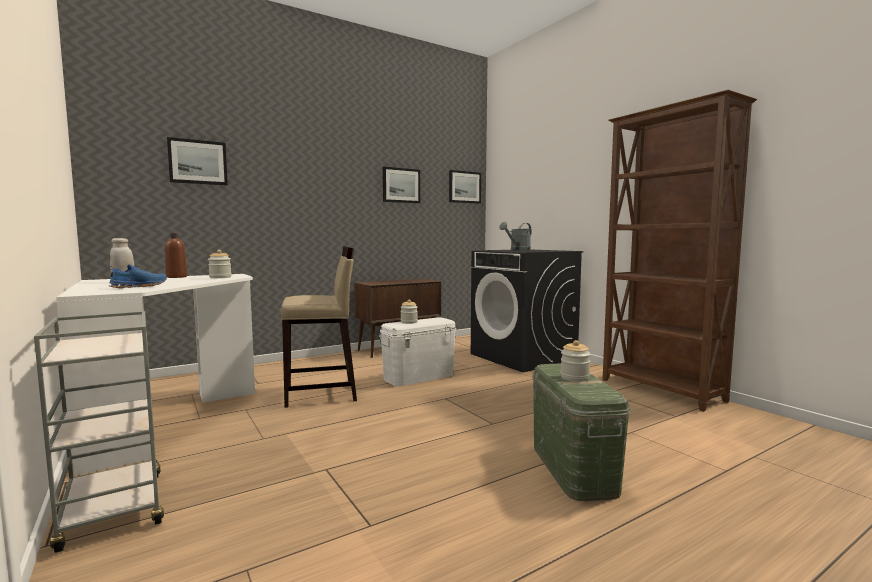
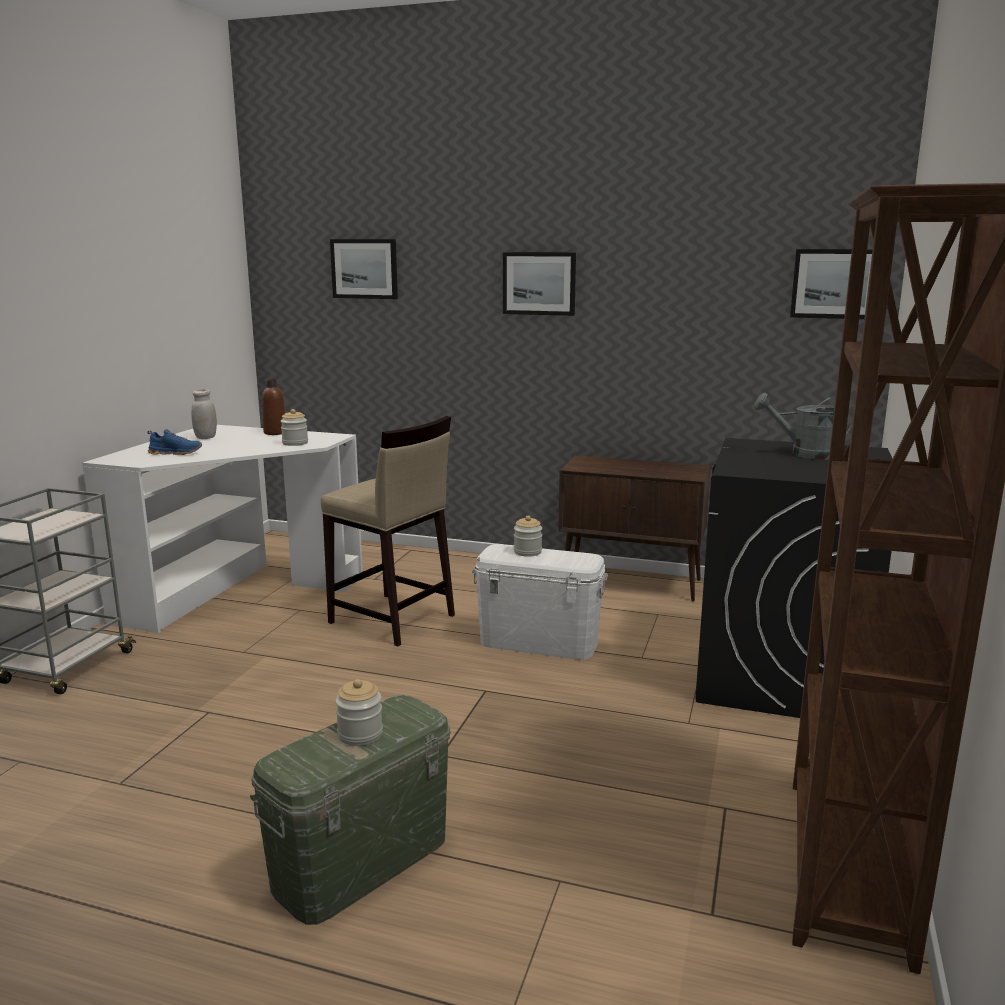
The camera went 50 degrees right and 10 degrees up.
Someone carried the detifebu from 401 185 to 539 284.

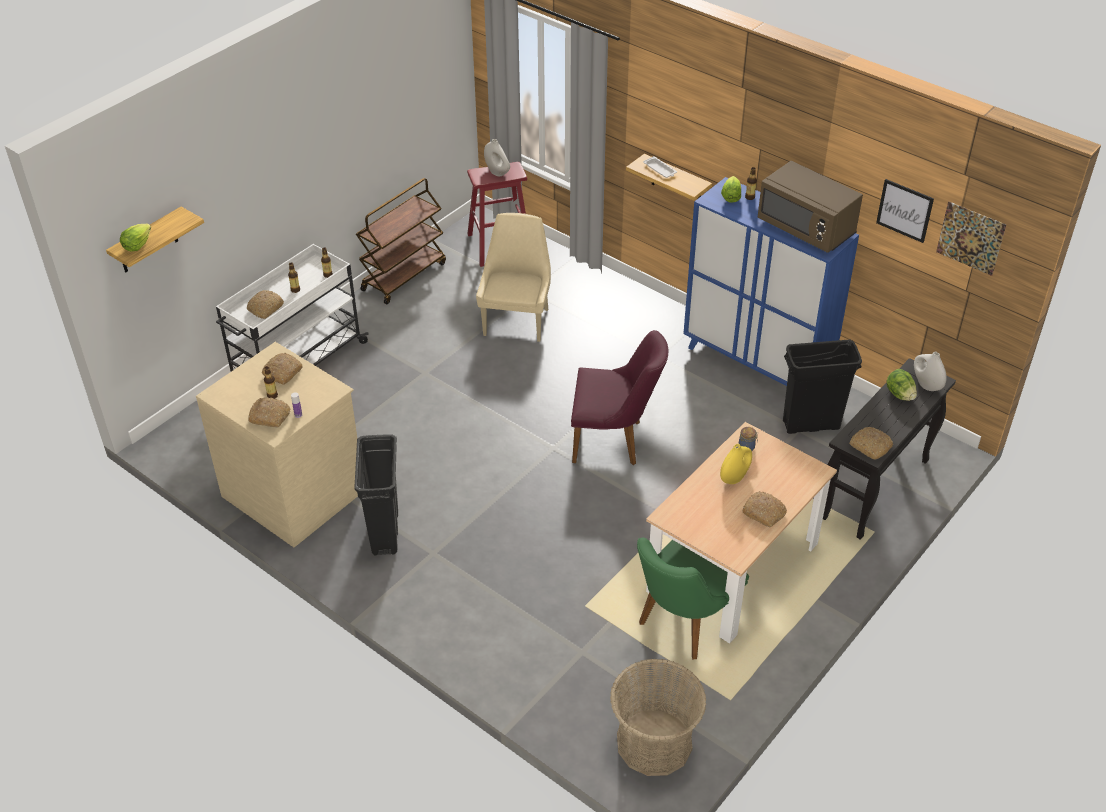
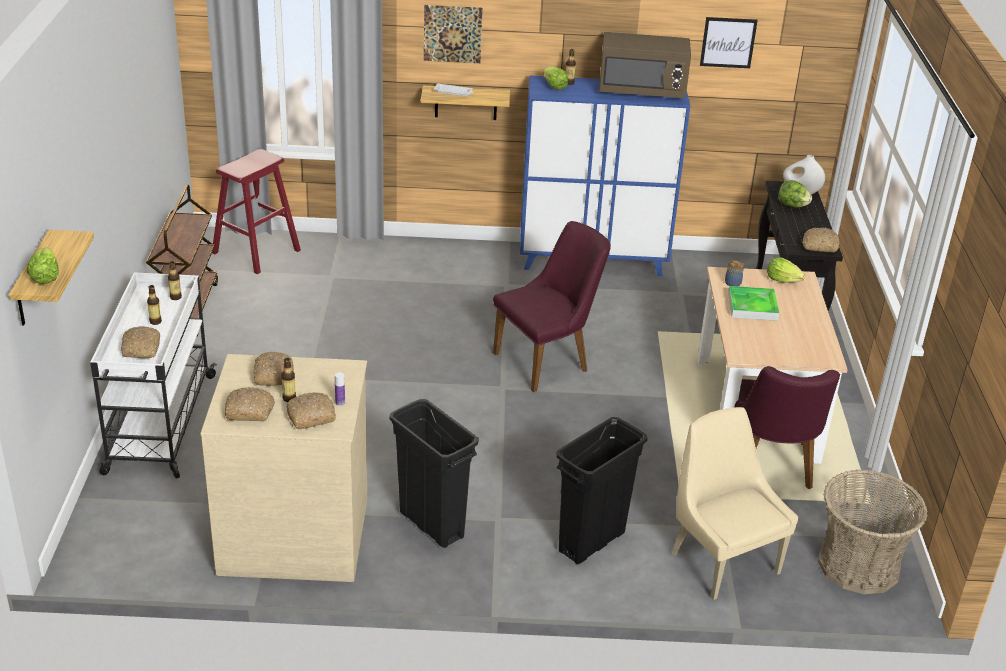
The camera went 40 degrees left and 10 degrees down.
Someone carried the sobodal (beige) from 513 277 to 735 503.
Someone took away the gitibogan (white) at 497 157.
Someone repainted the sobodal (green) at 693 599, which became the sobodal (purple) at 787 428.
Someone swapped the gitibogan (yellow) at 736 464 for the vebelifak at 753 303.
Someone carried the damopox from 764 509 to 250 404.
Someone carried the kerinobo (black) from 822 386 to 602 490.
Someone carried the detifebu from 971 239 to 453 34.
Someone put down the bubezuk at 786 270.

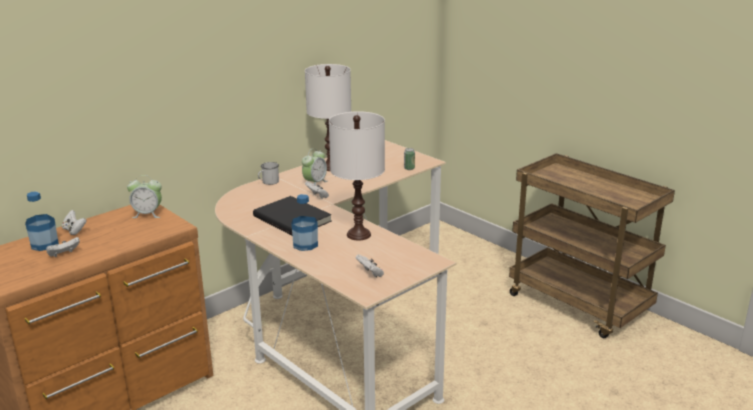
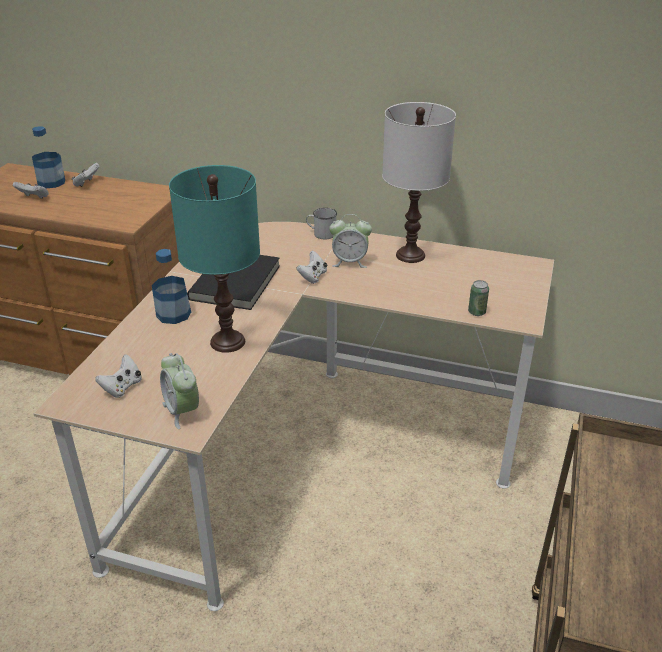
The camera went 60 degrees right and 10 degrees up.
Someone carried the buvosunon from 144 196 to 179 391.
Someone repainted the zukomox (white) at 357 175, which became the zukomox (turquoise) at 214 259.

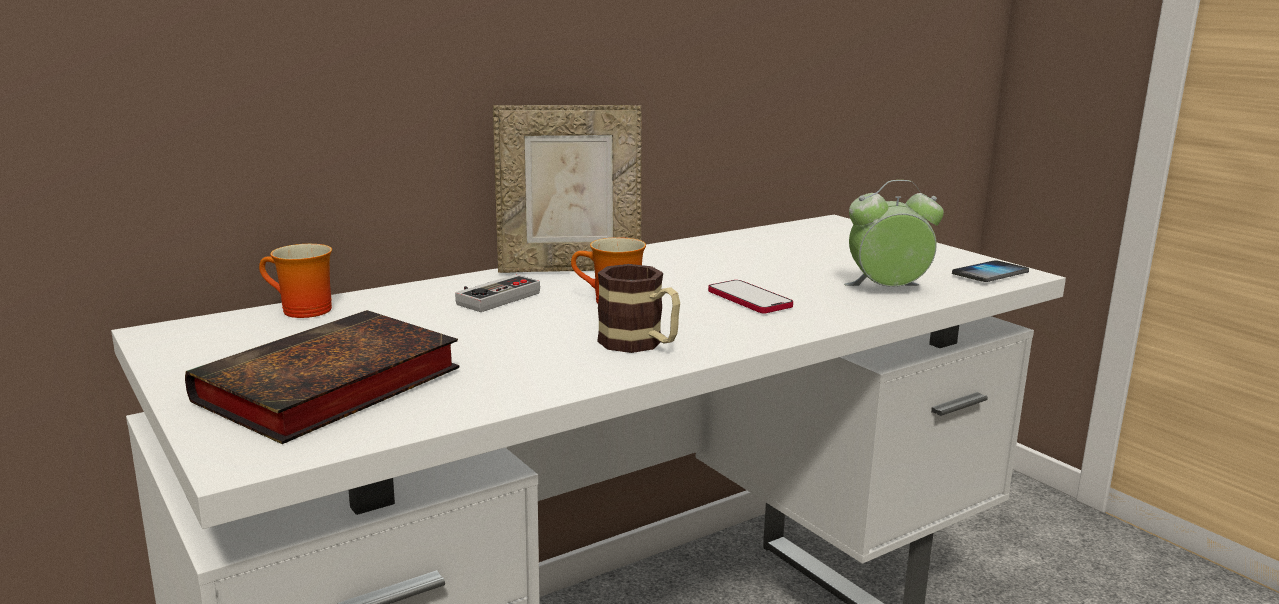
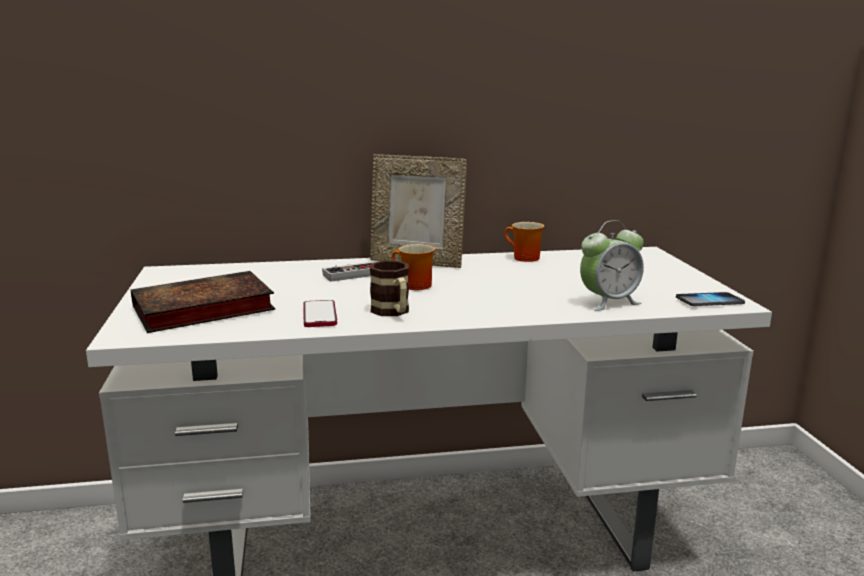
The camera went 25 degrees right and 0 degrees up.
Someone carried the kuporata from 295 281 to 524 242.
Someone carried the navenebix from 750 297 to 320 313.
Someone rotated the buvosunon at 894 233 by 135 degrees clockwise.

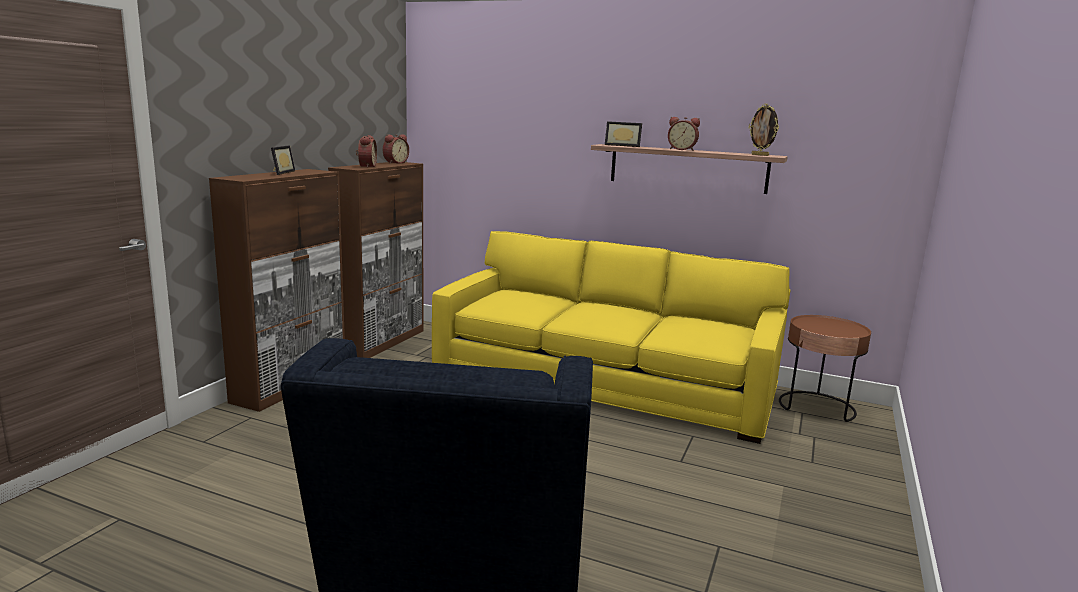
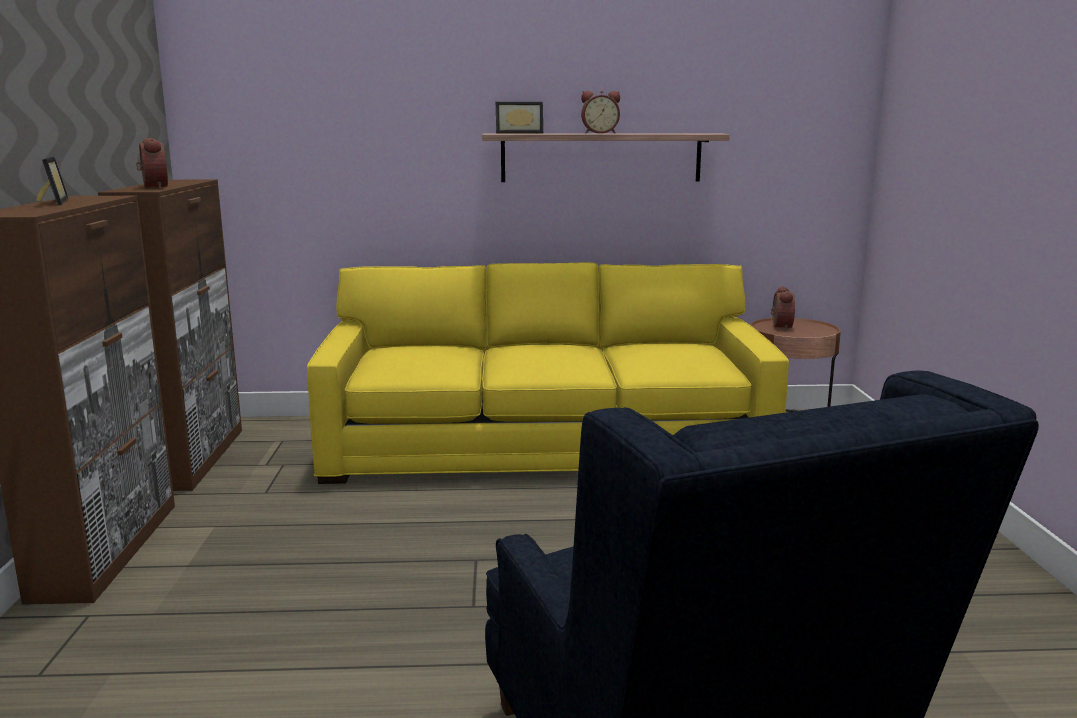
The camera went 25 degrees left and 0 degrees up.
Someone carried the buvosunon from 396 149 to 783 308.
Someone took away the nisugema at 764 129.

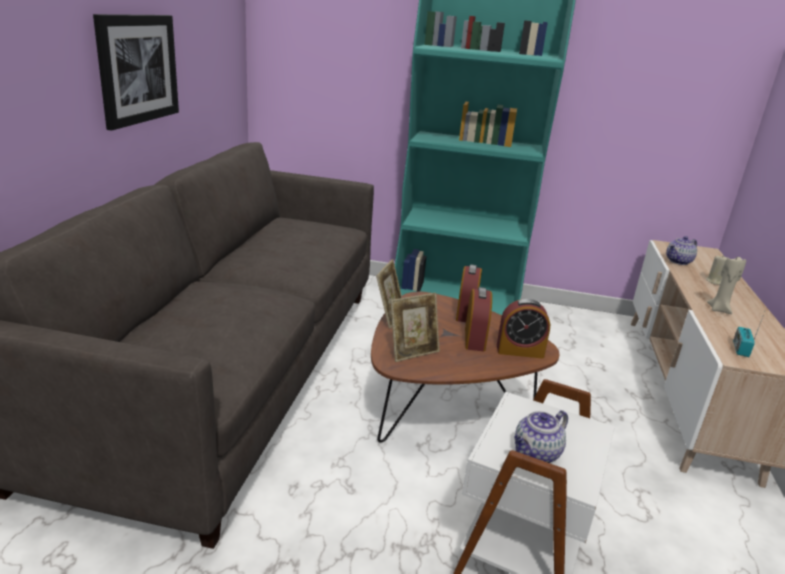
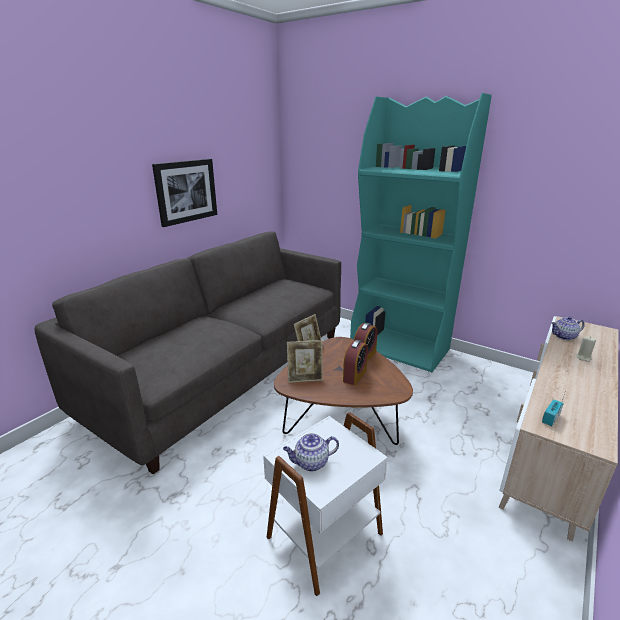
The camera went 25 degrees right and 0 degrees up.
Someone took away the buvosunon at 523 329.
Someone took away the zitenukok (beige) at 726 284.

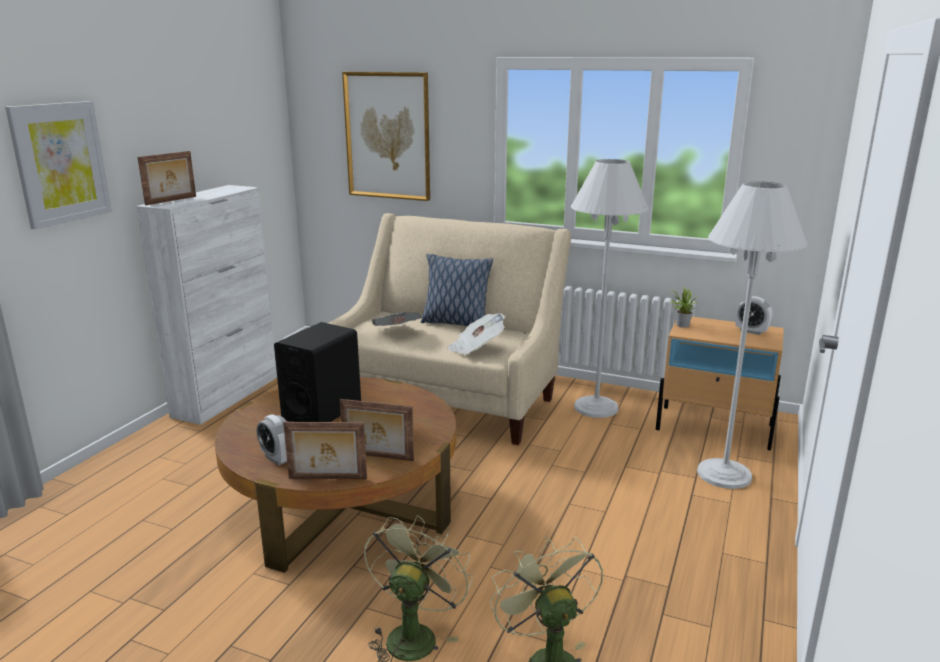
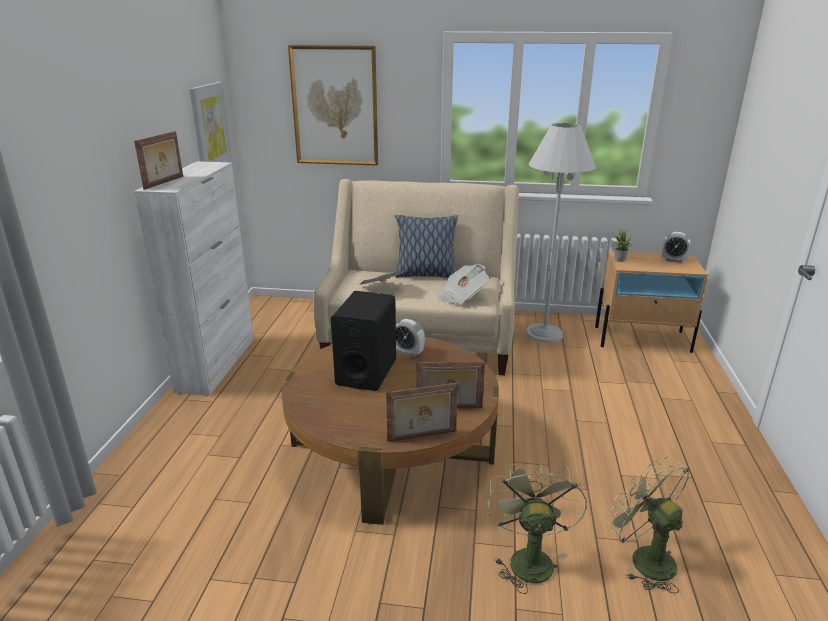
The camera went 15 degrees left and 5 degrees up.
Someone carried the detifebu from 58 165 to 211 122.
Someone carried the buvosunon from 271 440 to 410 338.
Someone took away the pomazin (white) at 752 335.

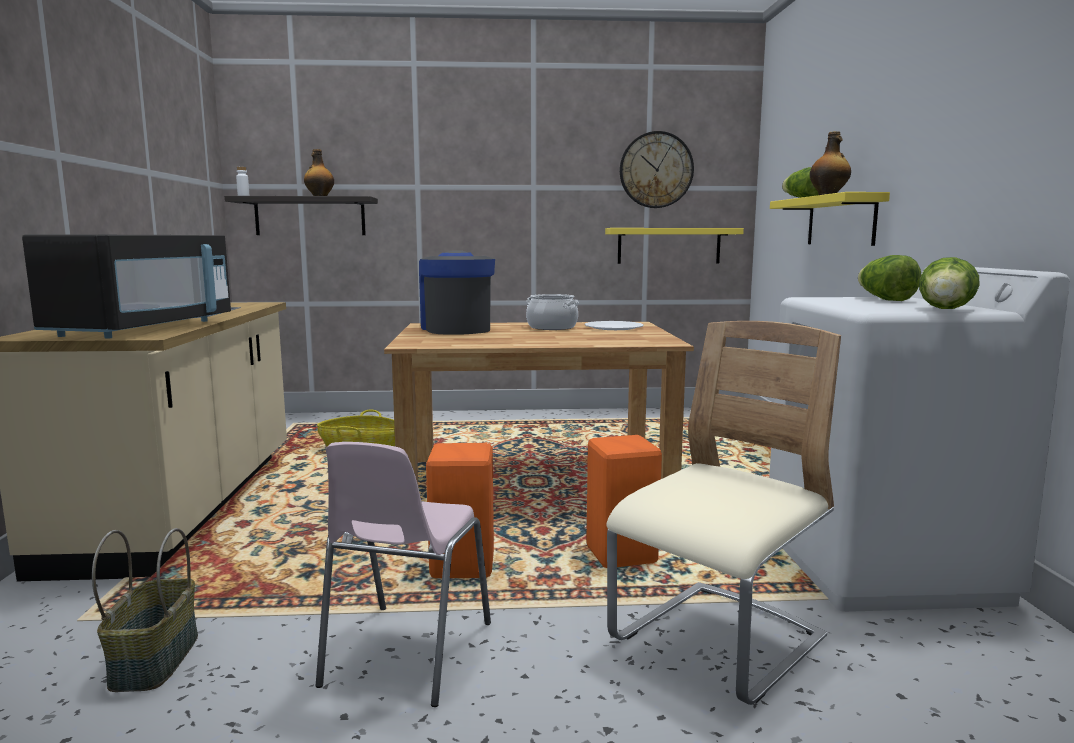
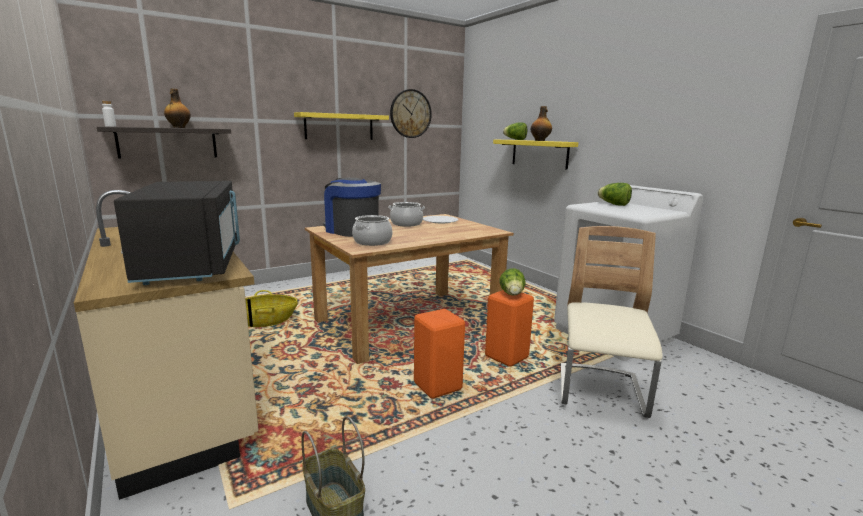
The camera went 30 degrees left and 5 degrees up.
Someone took away the sobodal (pink) at 403 574.
Someone carried the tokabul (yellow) from 674 246 to 341 126.
Someone carried the bubezuk from 949 283 to 512 282.
Someone put down the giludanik at 372 230.

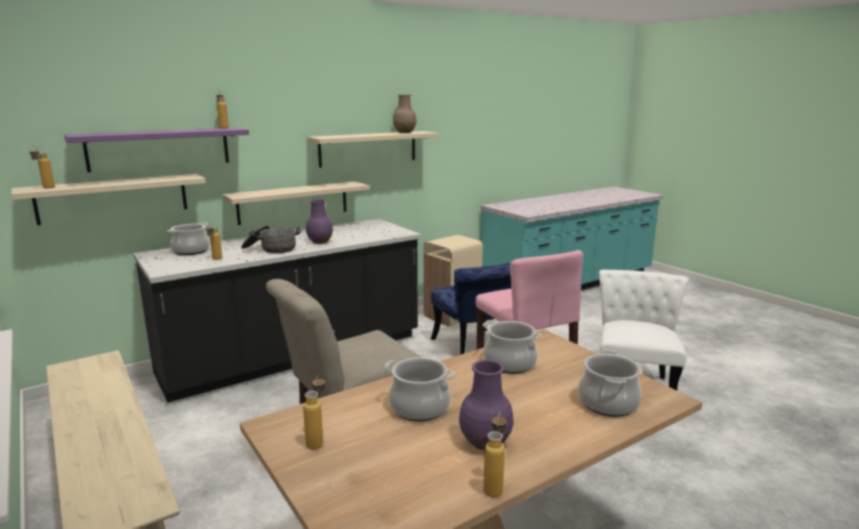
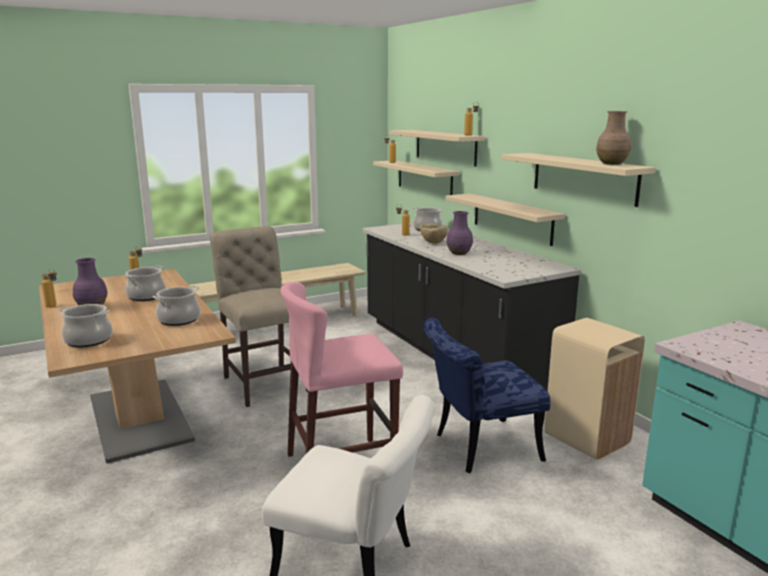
The camera went 95 degrees right and 0 degrees up.
Someone repainted the tokabul (purple) at 156 150, which became the tokabul (beige) at 437 148.
Someone swapped the giludanik at 271 239 for the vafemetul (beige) at 434 233.

